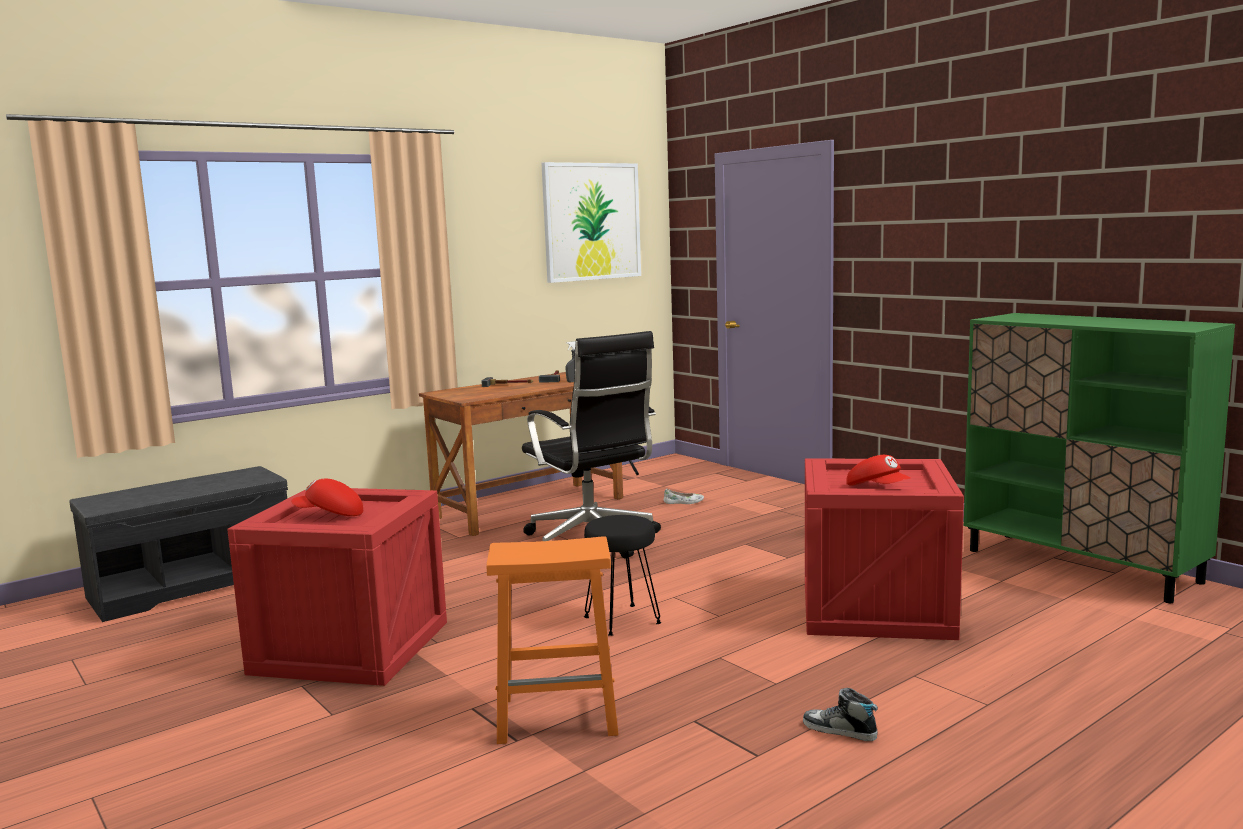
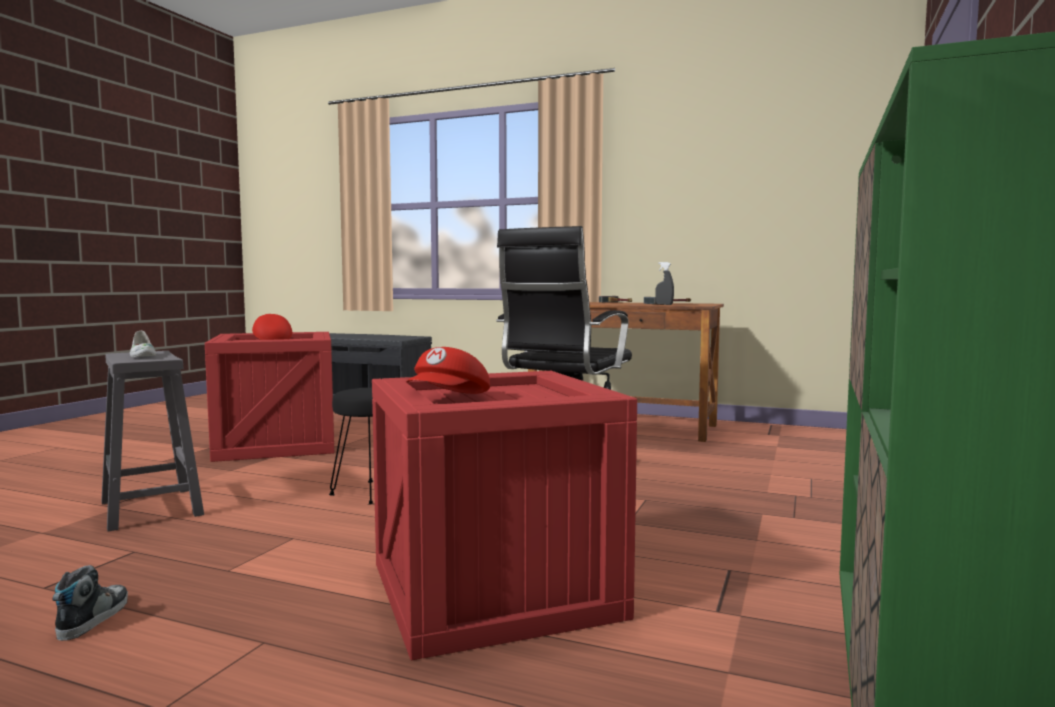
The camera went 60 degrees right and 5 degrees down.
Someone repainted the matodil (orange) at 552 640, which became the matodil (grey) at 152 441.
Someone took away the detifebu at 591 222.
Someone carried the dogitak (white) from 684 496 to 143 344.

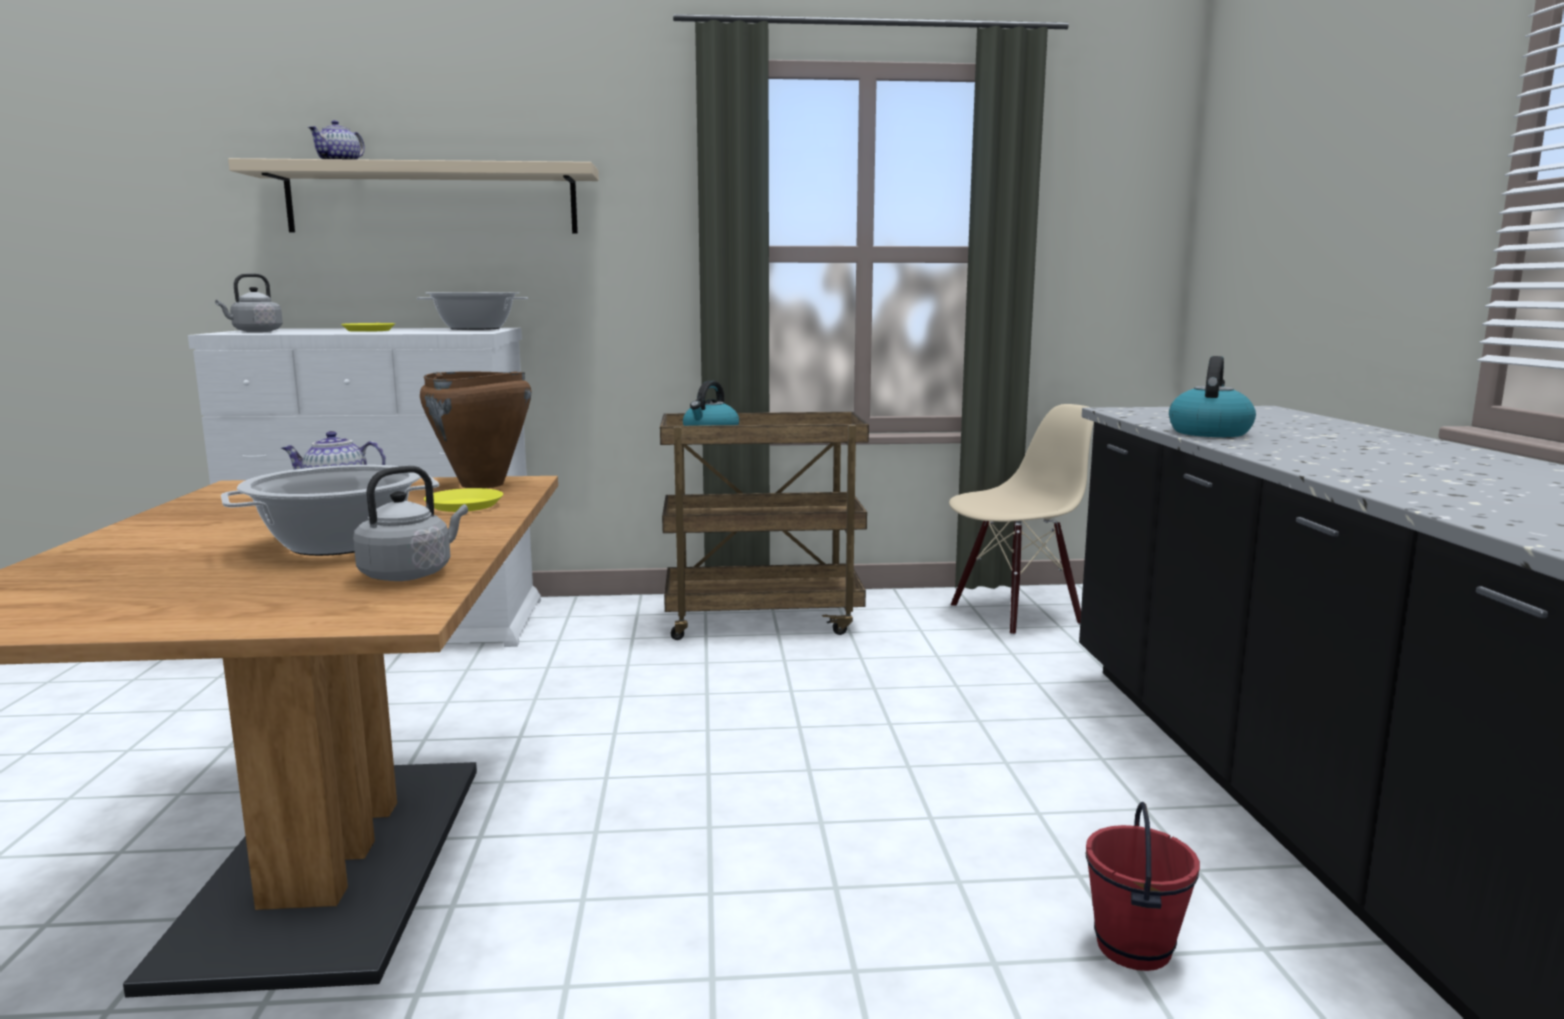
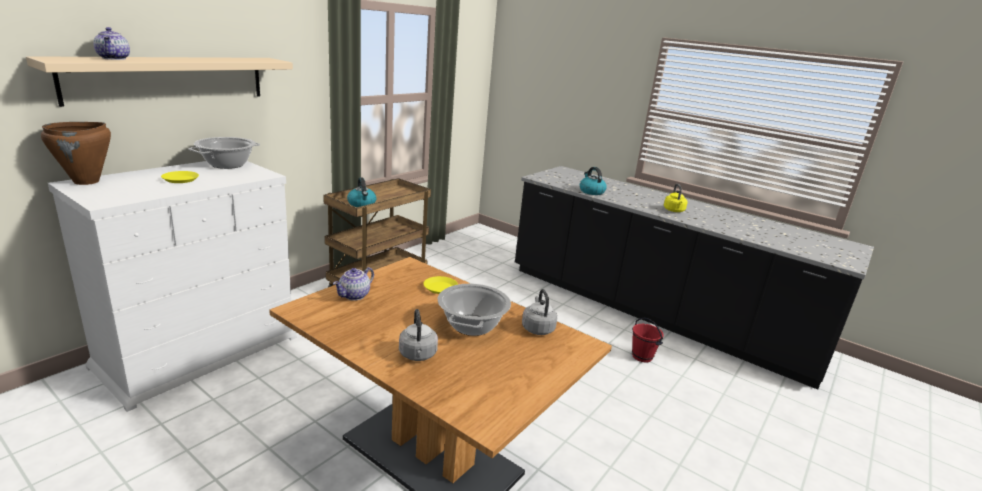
The camera went 50 degrees left and 10 degrees up.
Someone carried the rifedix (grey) from 249 302 to 418 335.
Someone carried the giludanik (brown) from 475 430 to 76 153.
Someone took away the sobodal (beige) at 1021 520.
Someone put down the rifedix (yellow) at 676 198.

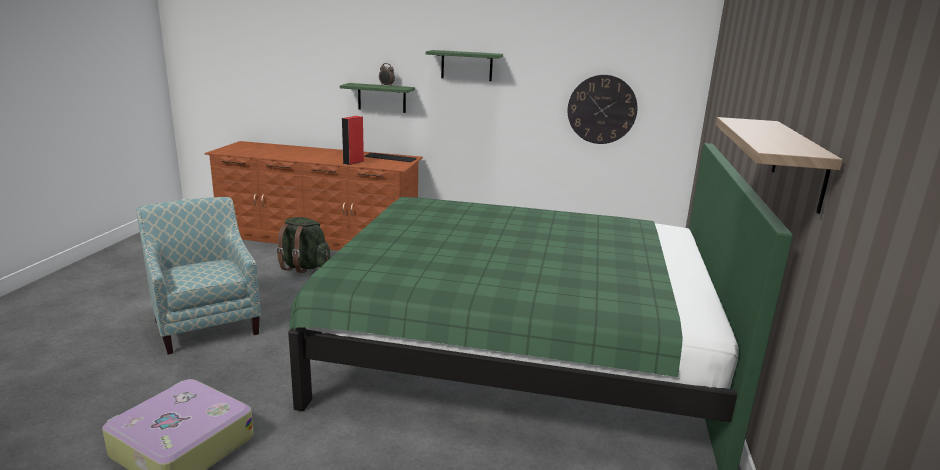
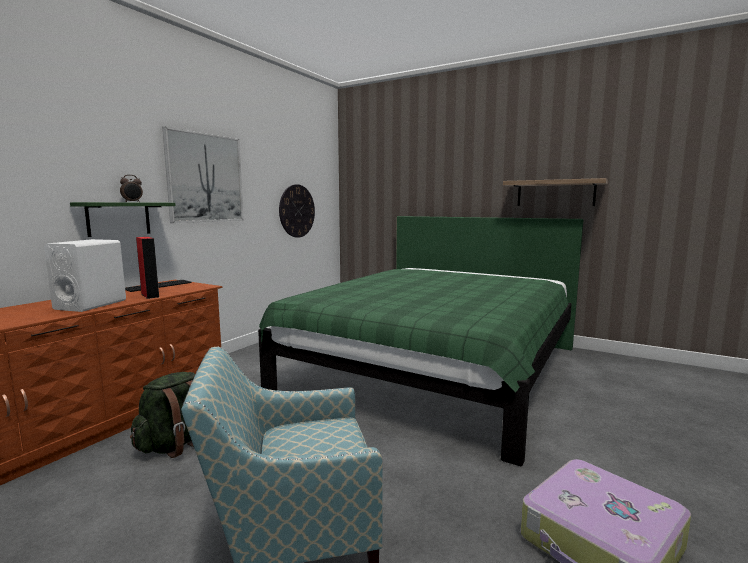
The camera went 70 degrees left and 10 degrees down.
Someone swapped the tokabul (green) at 464 65 for the detifebu at 203 174.
Someone put down the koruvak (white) at 85 275.

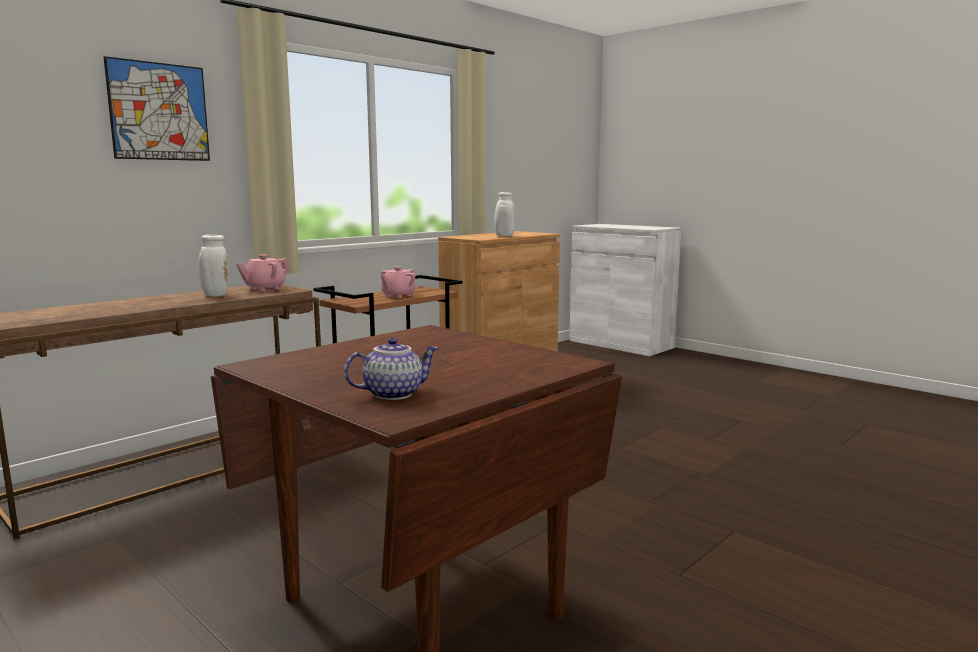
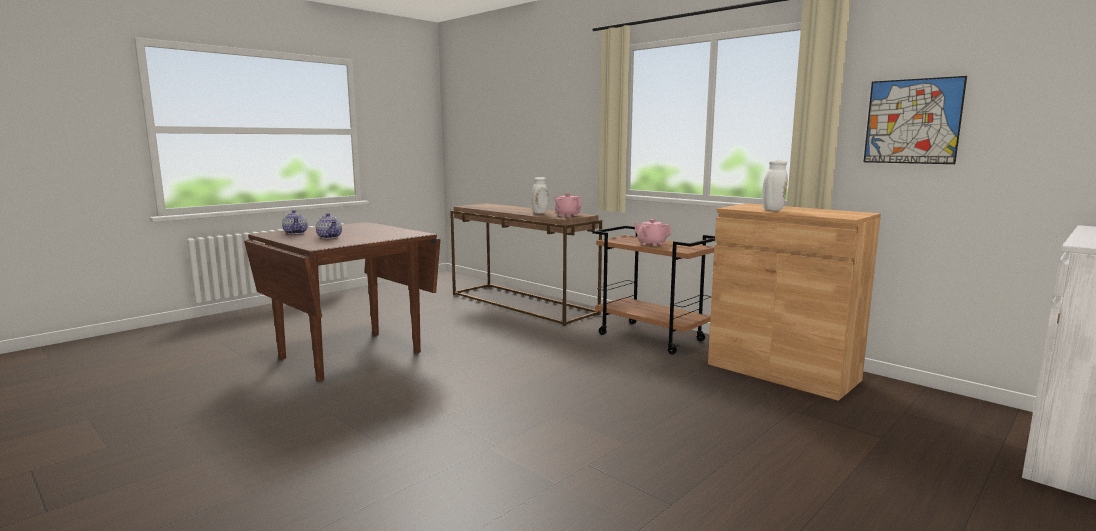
The camera went 90 degrees right and 0 degrees up.
Someone carried the detifebu from 157 108 to 915 120.
Someone put down the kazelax at 329 226.

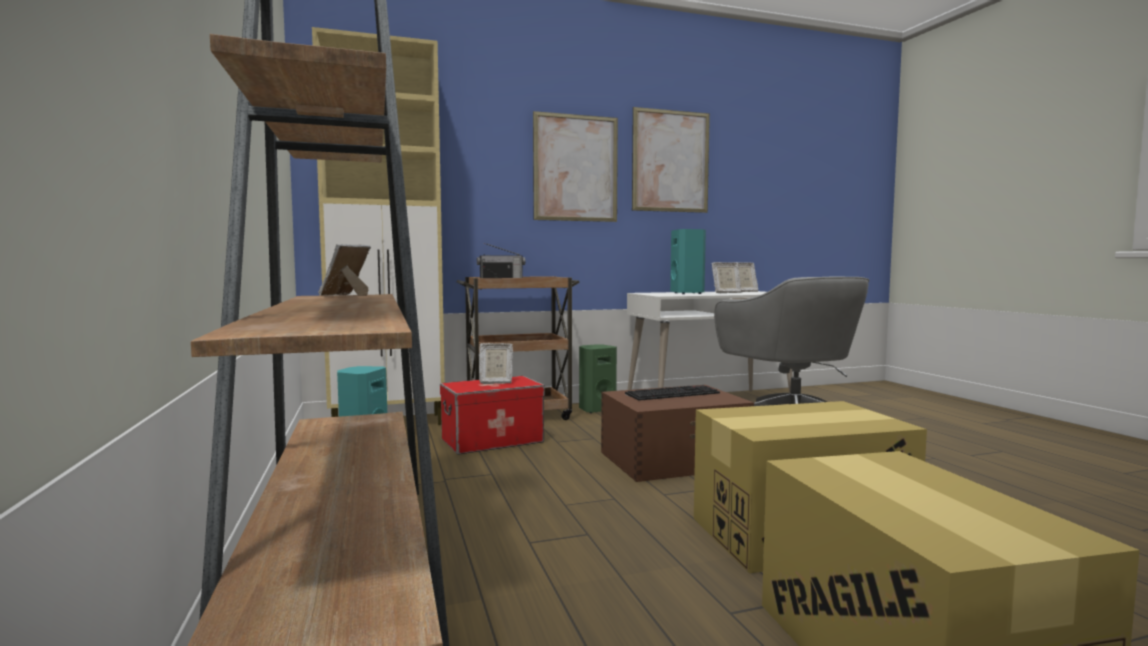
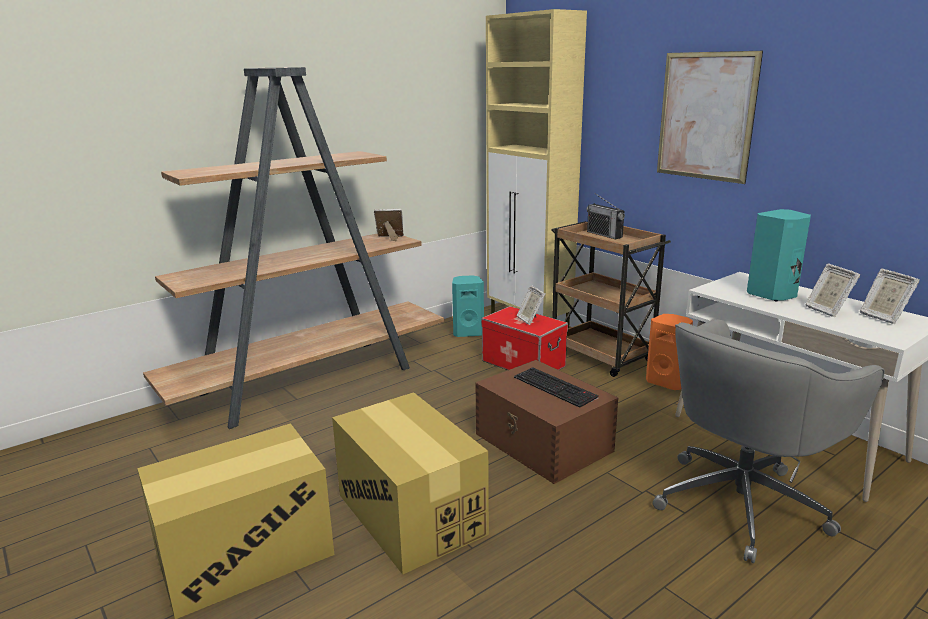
The camera went 70 degrees right and 15 degrees up.
Someone repainted the koruvak (green) at 598 378, which became the koruvak (orange) at 669 352.
Someone took away the detifebu at 671 160.

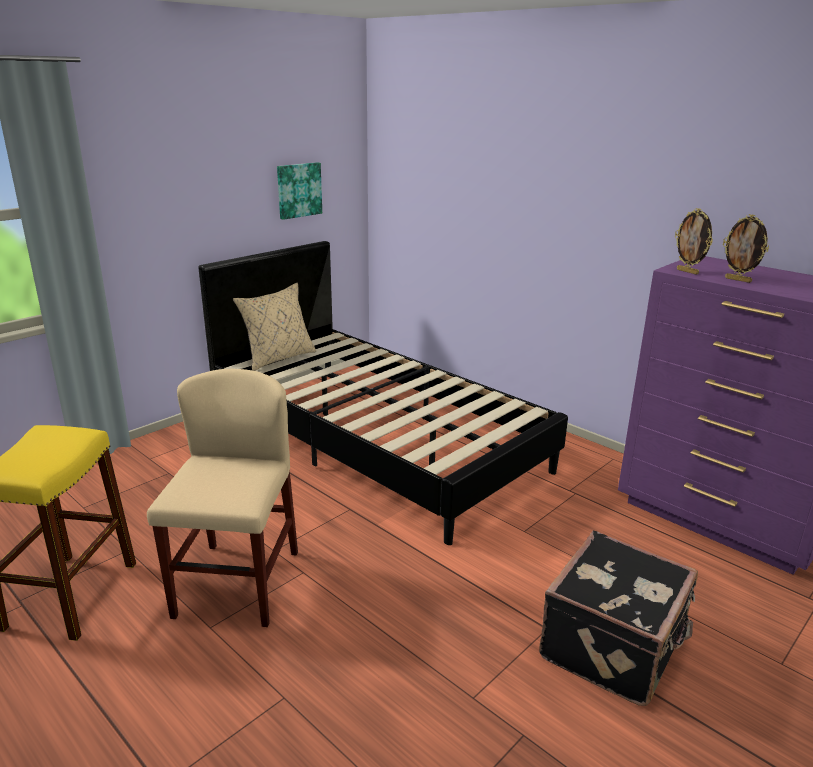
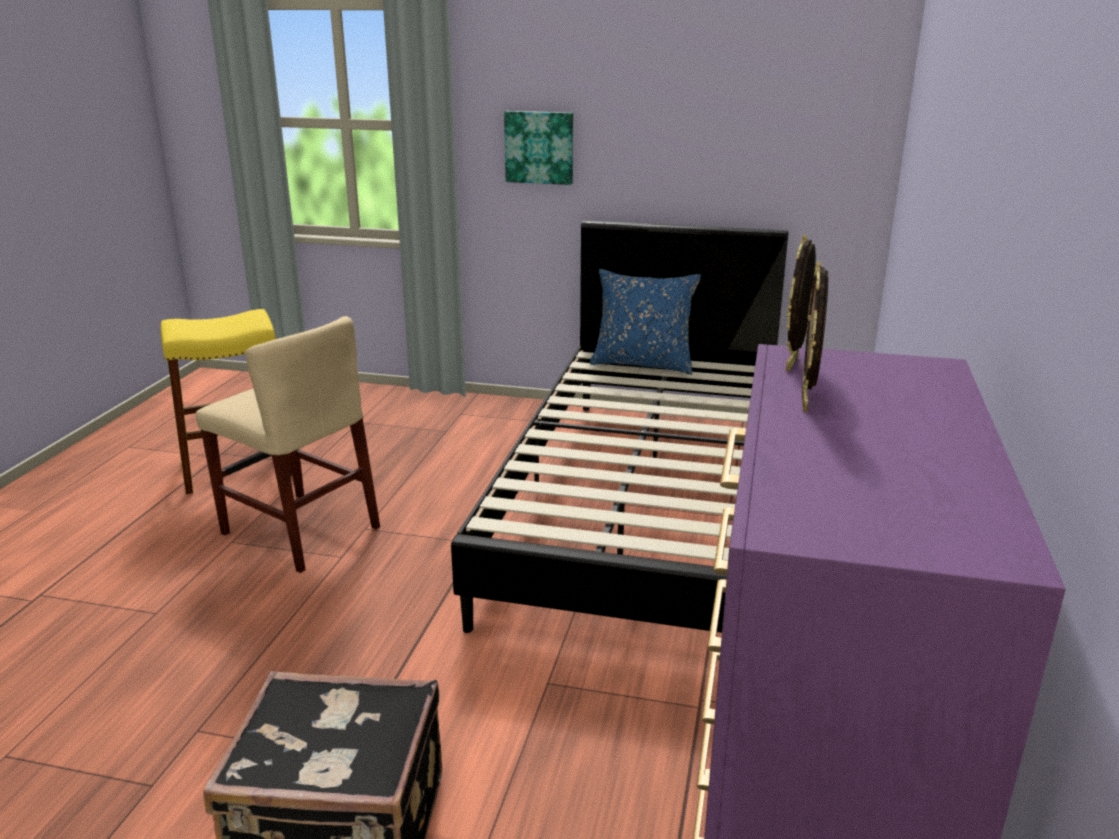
The camera went 60 degrees right and 0 degrees up.
Someone rotated the sobodal (beige) at 222 498 by 60 degrees clockwise.
Someone repainted the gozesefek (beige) at 274 327, which became the gozesefek (blue) at 645 322.
Someone carried the detifebu from 299 191 to 538 148.

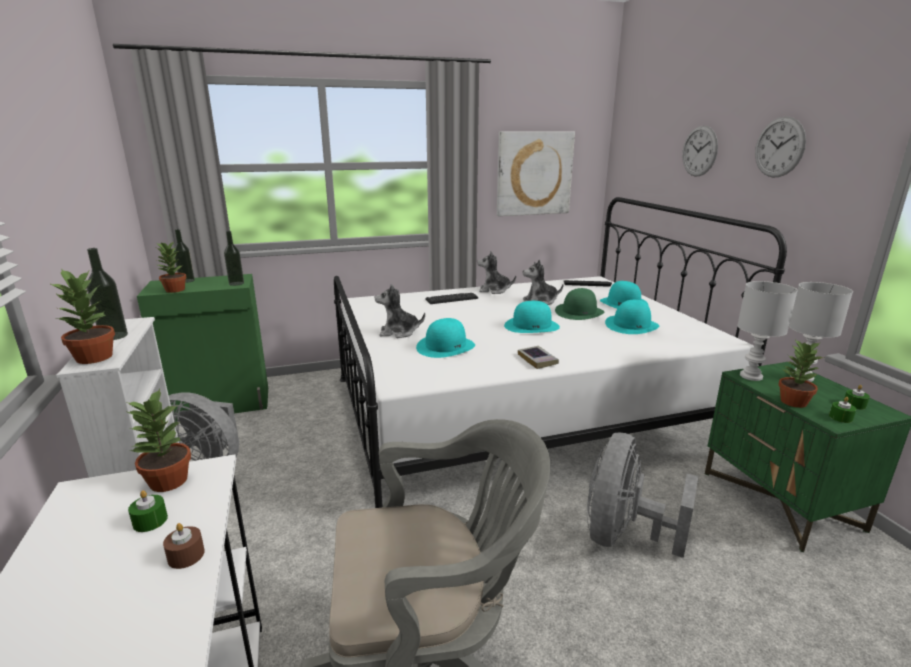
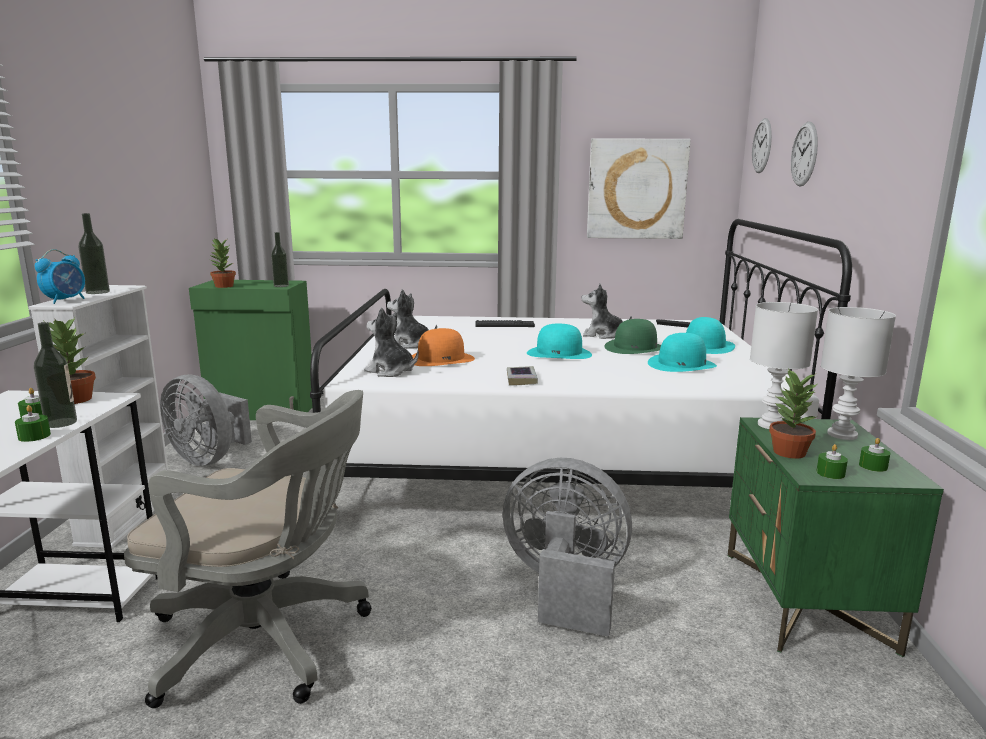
The camera went 20 degrees right and 5 degrees down.
Someone swapped the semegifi at 82 316 for the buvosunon at 60 276.
Someone repainted the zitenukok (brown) at 184 546, which became the zitenukok (green) at 33 423.
Someone carried the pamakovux from 184 256 to 55 375.
Someone repainted the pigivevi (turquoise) at 445 338, which became the pigivevi (orange) at 443 347.
Someone carried the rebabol from 496 272 to 391 342.
Someone rotated the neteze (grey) at 642 495 by 60 degrees clockwise.
Someone carried the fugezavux from 780 146 to 762 145.

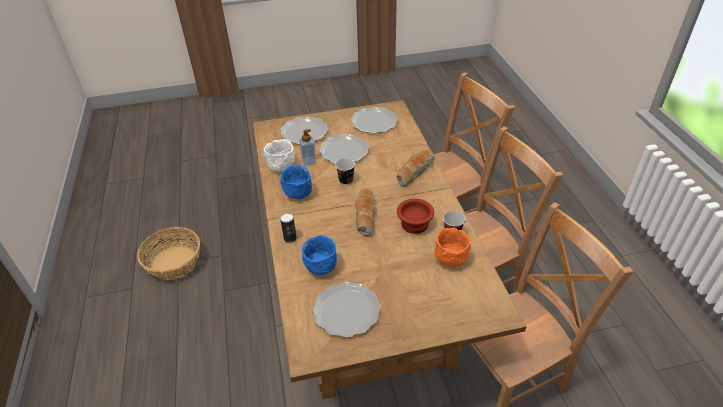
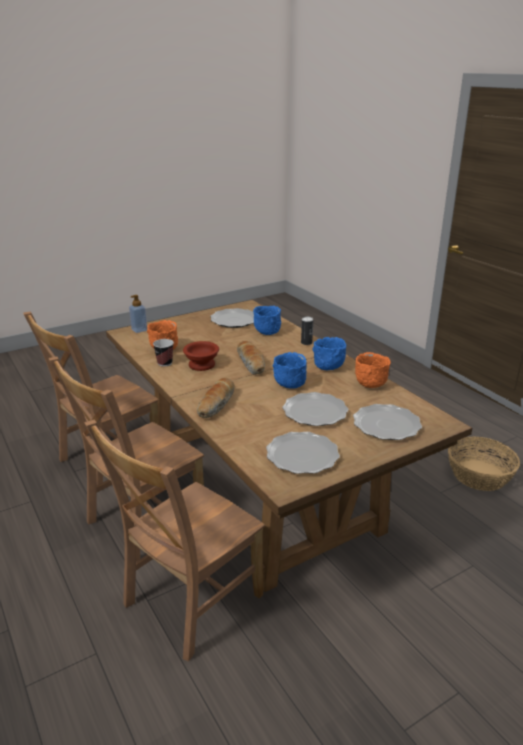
The camera went 160 degrees right and 15 degrees down.
Someone repainted the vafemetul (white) at 279 155, which became the vafemetul (orange) at 373 370.
Someone carried the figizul from 307 147 to 138 314.
Someone swapped the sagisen at 345 171 for the vafemetul (blue) at 290 370.

